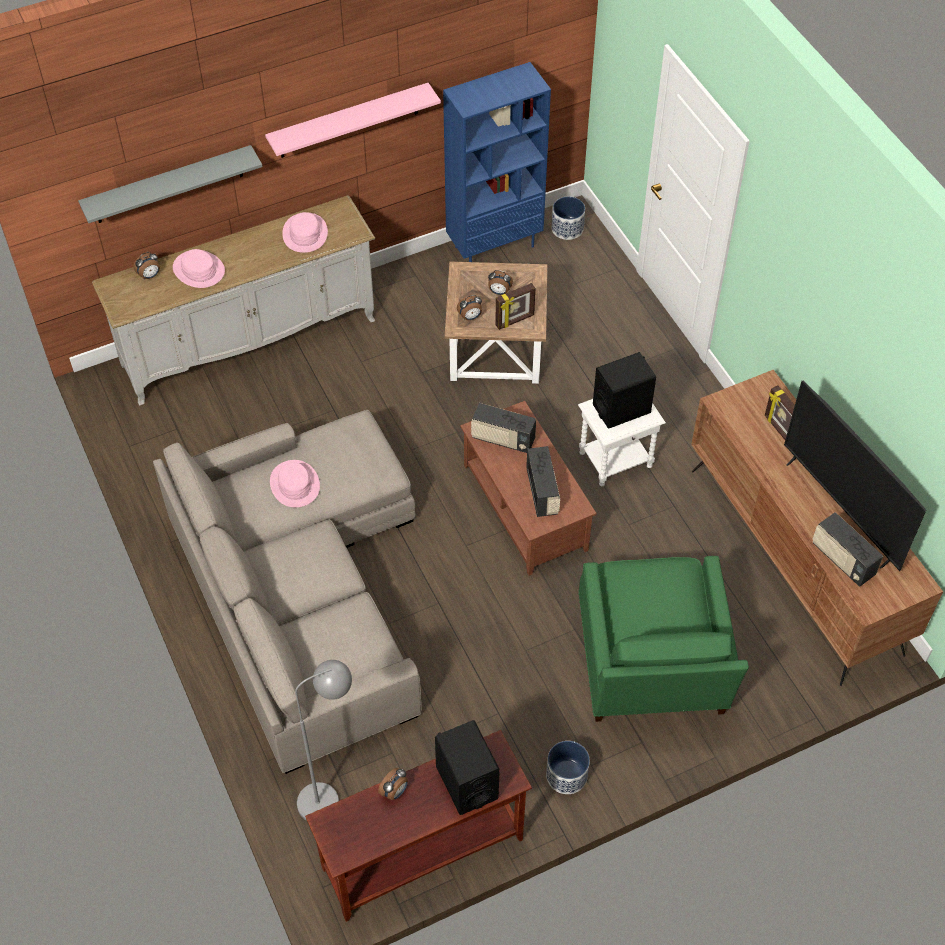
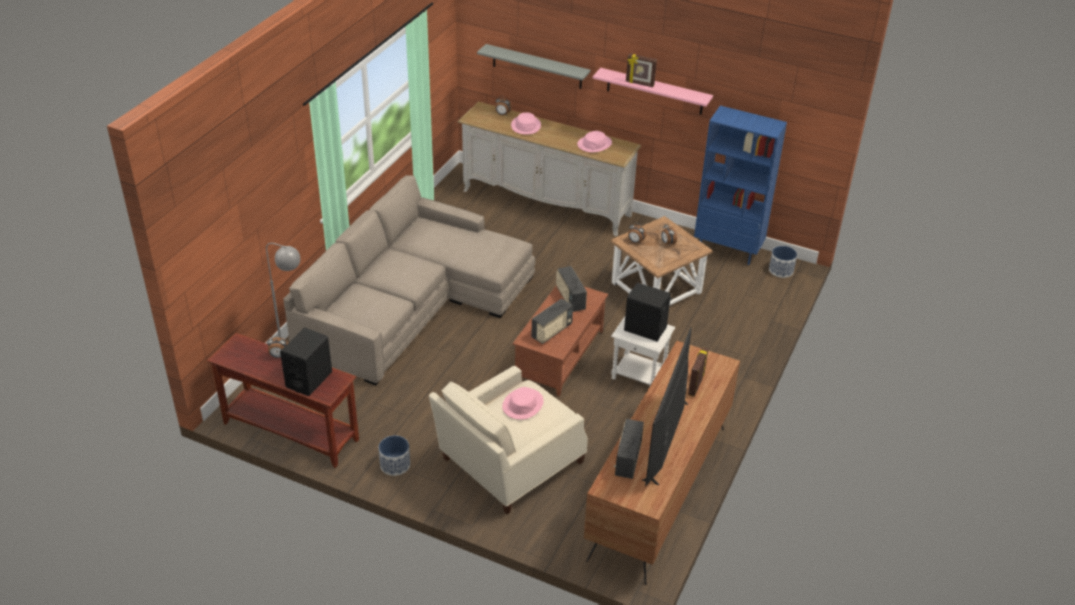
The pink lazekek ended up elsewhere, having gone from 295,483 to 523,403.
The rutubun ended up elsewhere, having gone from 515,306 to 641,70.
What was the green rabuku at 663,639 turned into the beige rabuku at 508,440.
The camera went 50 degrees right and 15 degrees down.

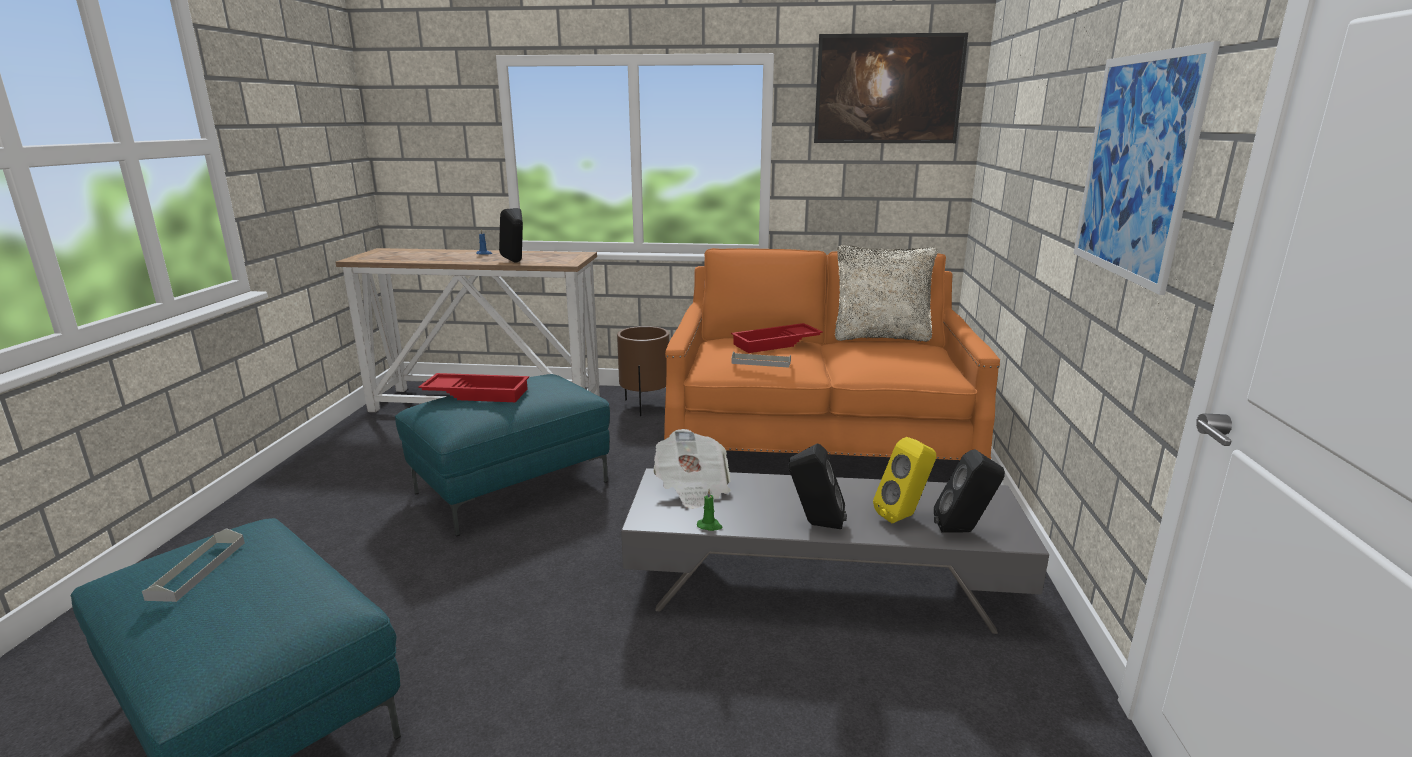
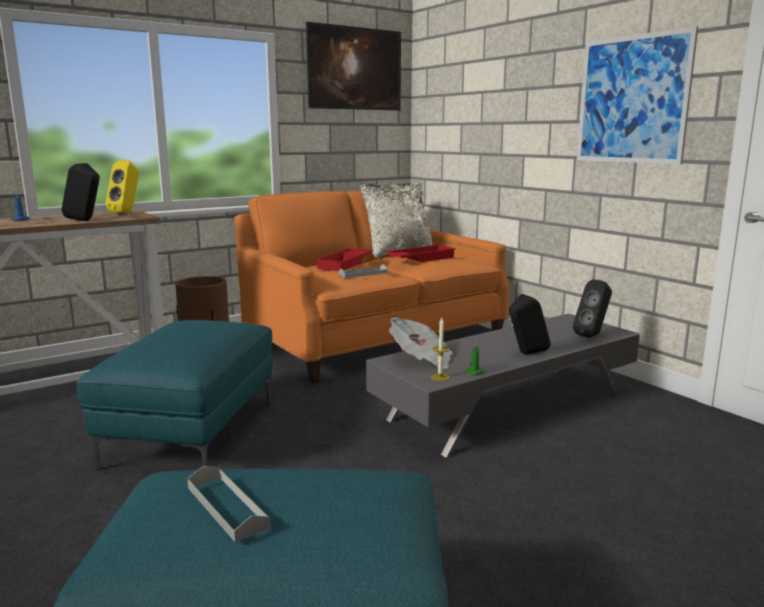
The second view gained the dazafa at 440,349.
The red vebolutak ended up elsewhere, having gone from 473,387 to 420,253.
The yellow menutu ended up elsewhere, having gone from 904,480 to 122,186.
The camera went 40 degrees left and 5 degrees down.

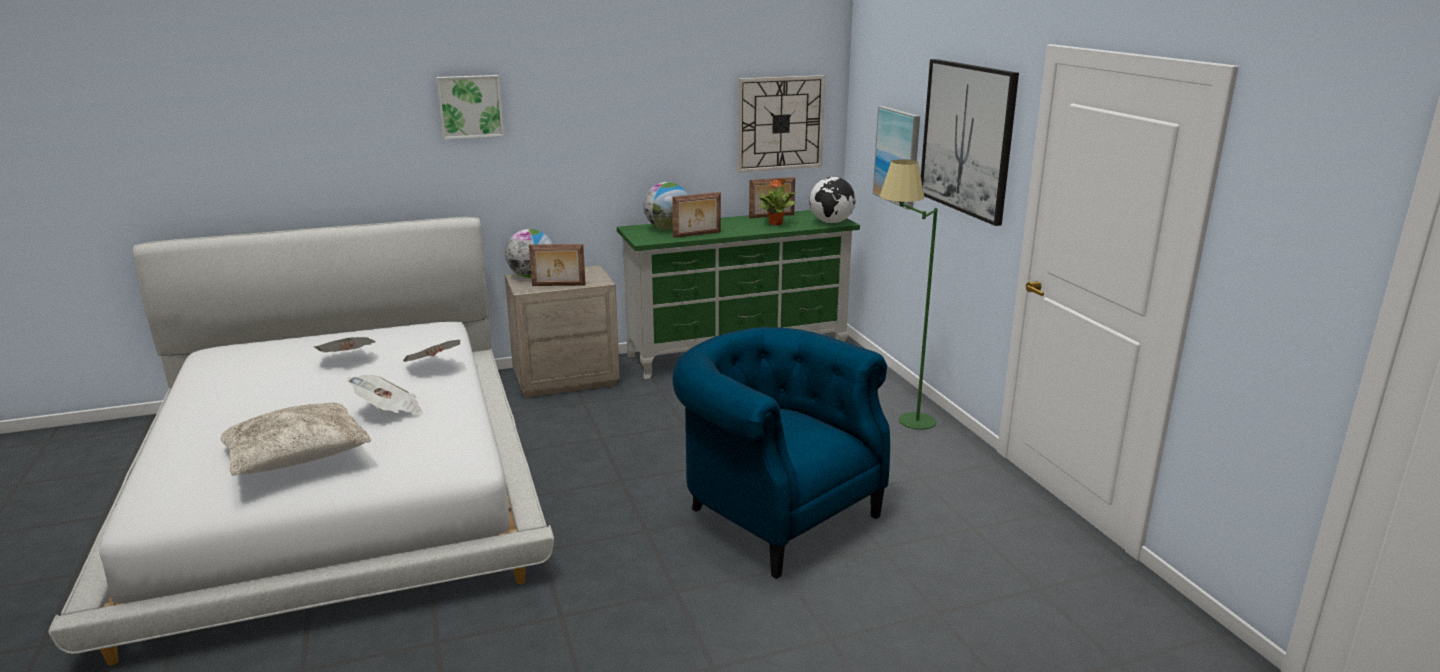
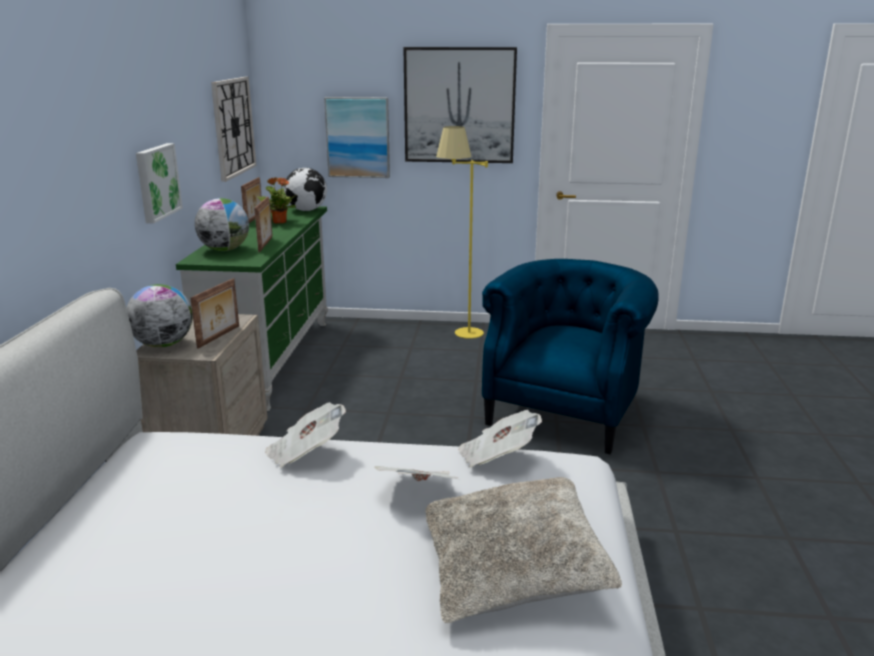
The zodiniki ended up elsewhere, having gone from 345,344 to 500,439.
The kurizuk ended up elsewhere, having gone from 470,107 to 159,183.
What was the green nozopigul at 909,294 turned into the yellow nozopigul at 462,232.
The blue rabuku at 781,453 ended up facing another way, 135 degrees clockwise from before.
The camera went 65 degrees left and 0 degrees up.

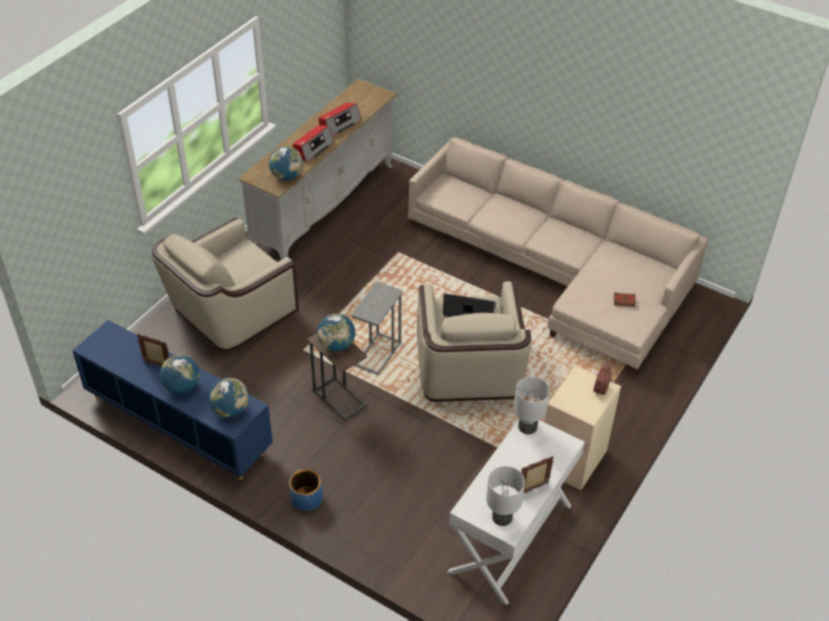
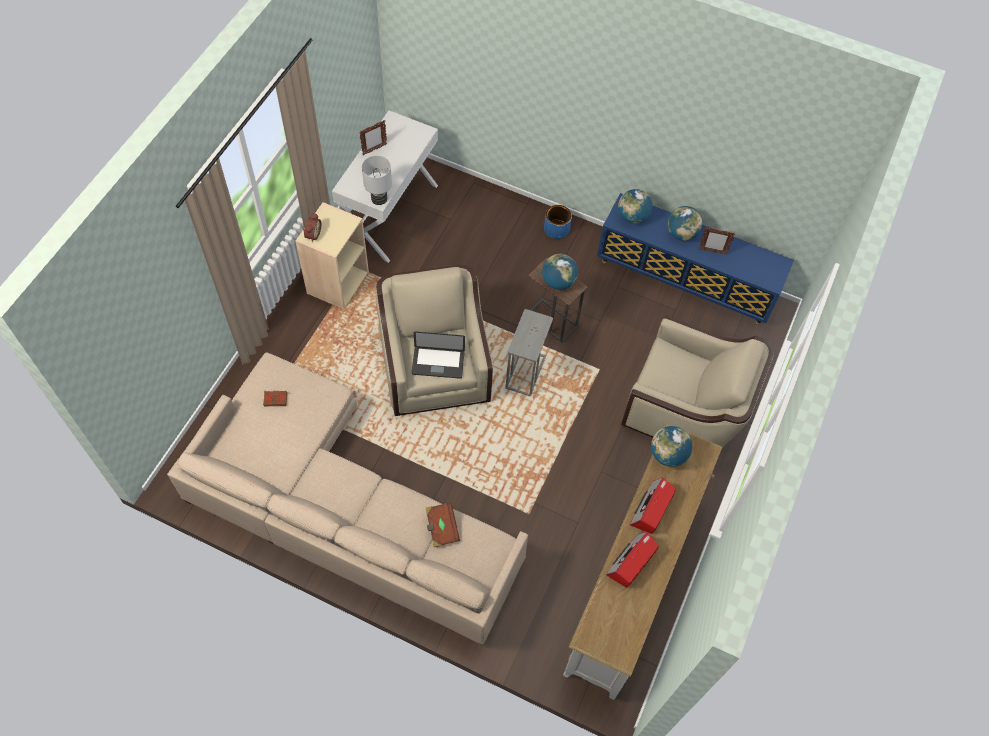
The second view lost the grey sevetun at 505,496.
The second view gained the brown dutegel at 443,524.
The beige rabuku at 225,284 ended up facing another way, 75 degrees clockwise from before.
The camera went 170 degrees right and 15 degrees up.

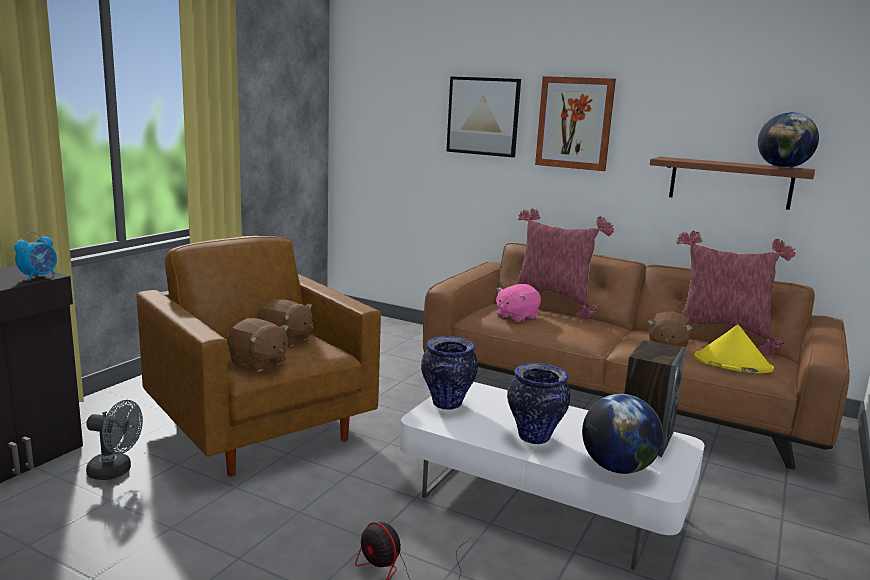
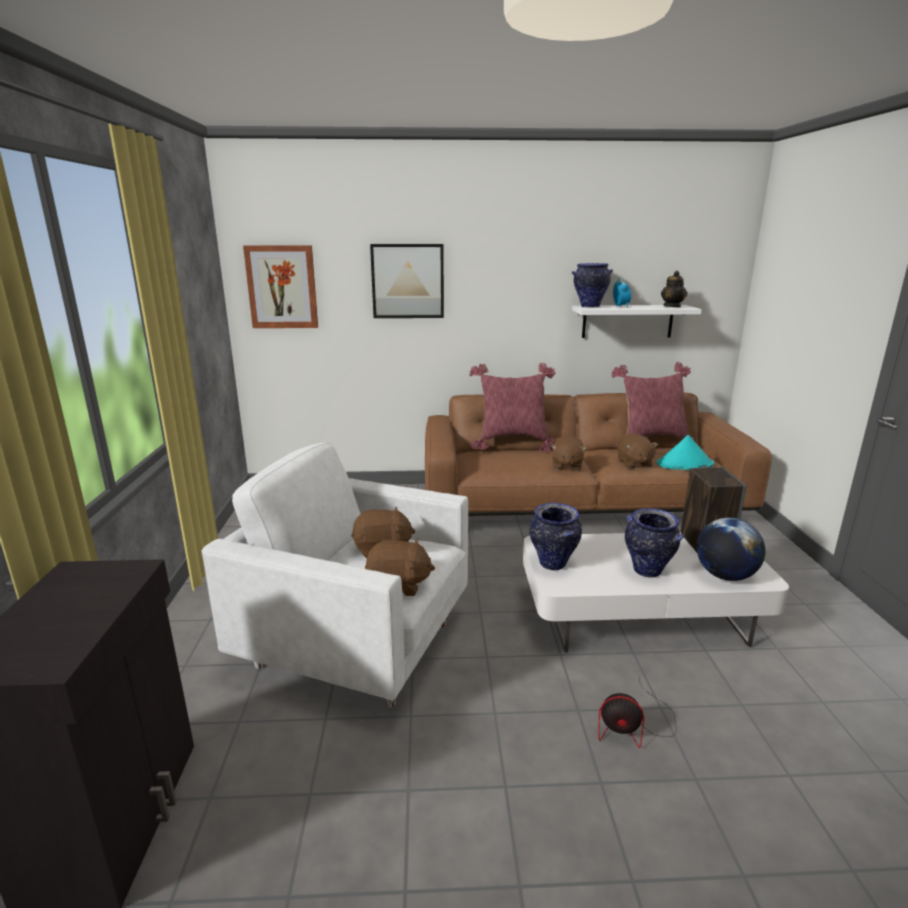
The second view lost the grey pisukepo at 114,440.
The second view lost the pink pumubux at 518,303.
The second view gained the brown pumubux at 569,453.
The second view gained the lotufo at 592,285.
The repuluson ended up elsewhere, having gone from 35,256 to 622,292.
The kurizuk ended up elsewhere, having gone from 575,123 to 280,286.
Where the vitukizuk stood at 788,140, the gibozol came to stand at 674,289.
What was the brown rabuku at 258,356 turned into the white rabuku at 335,575.
What was the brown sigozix at 732,183 turned into the white sigozix at 637,321.
What was the yellow lazekek at 734,349 turned into the turquoise lazekek at 685,452.
The camera went 30 degrees left and 5 degrees up.

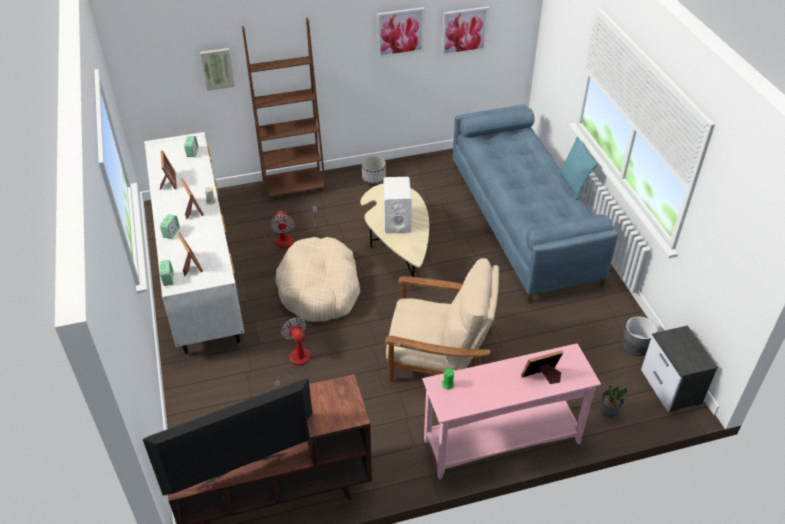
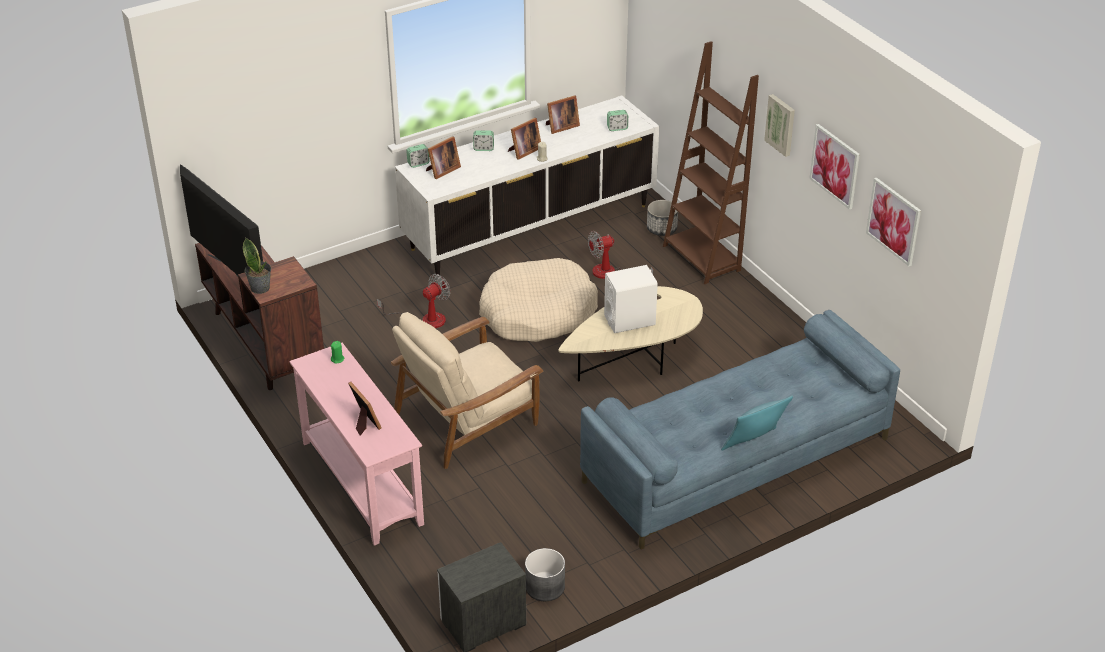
The kurizuk ended up elsewhere, having gone from 217,69 to 779,125.
The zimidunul ended up elsewhere, having gone from 373,170 to 662,218.
The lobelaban ended up elsewhere, having gone from 614,401 to 257,266.
The beige rabuku at 442,320 ended up facing another way, 60 degrees clockwise from before.
The camera went 75 degrees right and 5 degrees down.

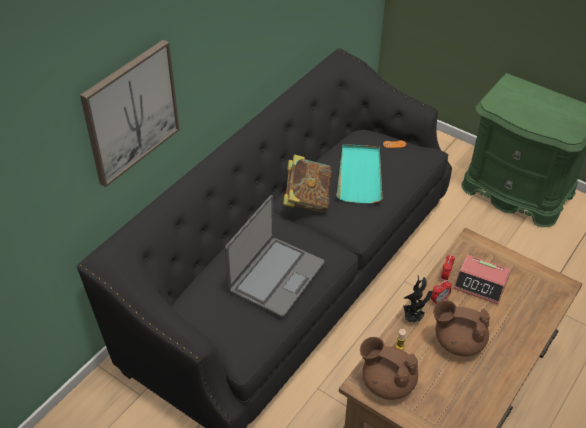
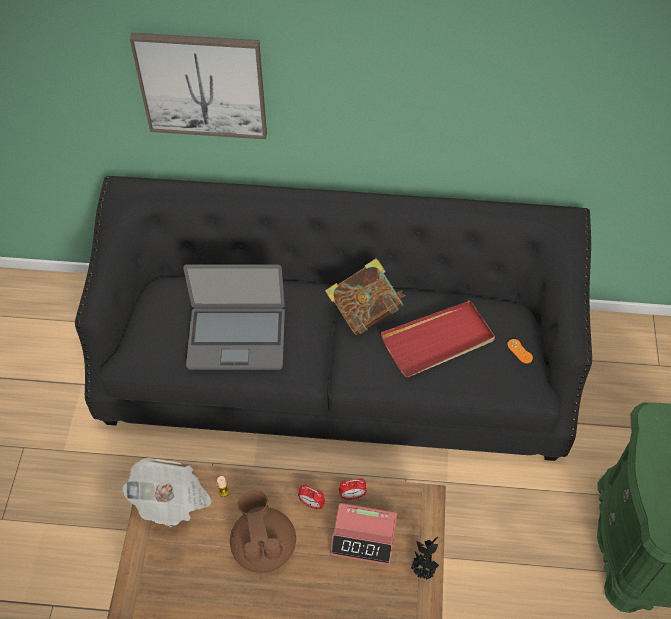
The lobelaban ended up elsewhere, having gone from 418,298 to 425,558.
Where the brown gibozol stood at 389,368, the zodiniki came to stand at 167,492.
What was the turquoise vebolutak at 359,174 turned into the red vebolutak at 438,339.
The repuluson at 482,279 ended up facing another way, 75 degrees counterclockwise from before.
The camera went 60 degrees right and 10 degrees up.

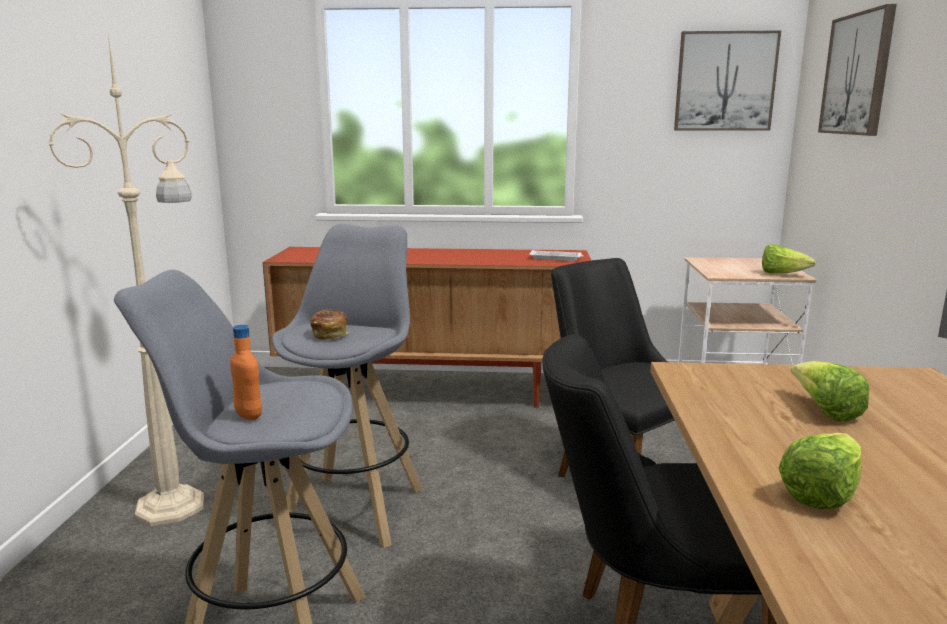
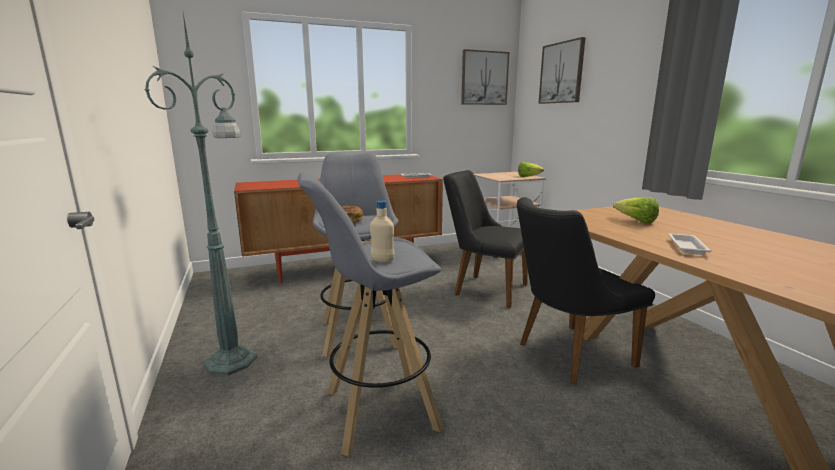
Where the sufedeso stood at 820,471, the white vebolutak came to stand at 689,244.
What was the beige nozopigul at 126,281 turned into the green nozopigul at 201,194.
What was the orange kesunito at 246,372 turned into the beige kesunito at 382,231.
The camera went 25 degrees left and 0 degrees up.

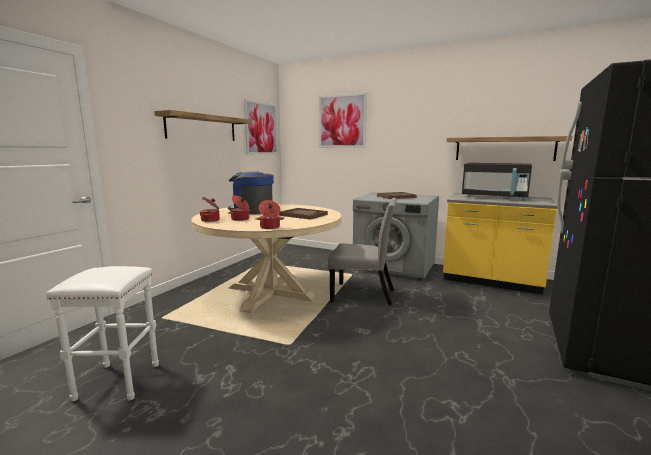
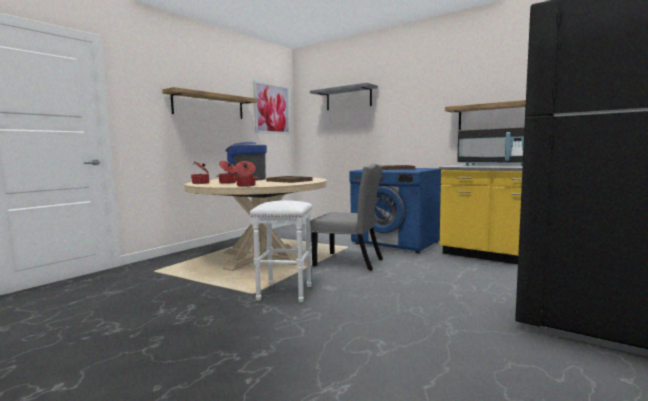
The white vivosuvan ended up elsewhere, having gone from 102,333 to 280,251.
Where the kurizuk hung at 343,120, the grey sigozix came to hang at 344,96.
What was the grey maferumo at 396,236 turned into the blue maferumo at 396,210.
The camera went 10 degrees right and 5 degrees down.

